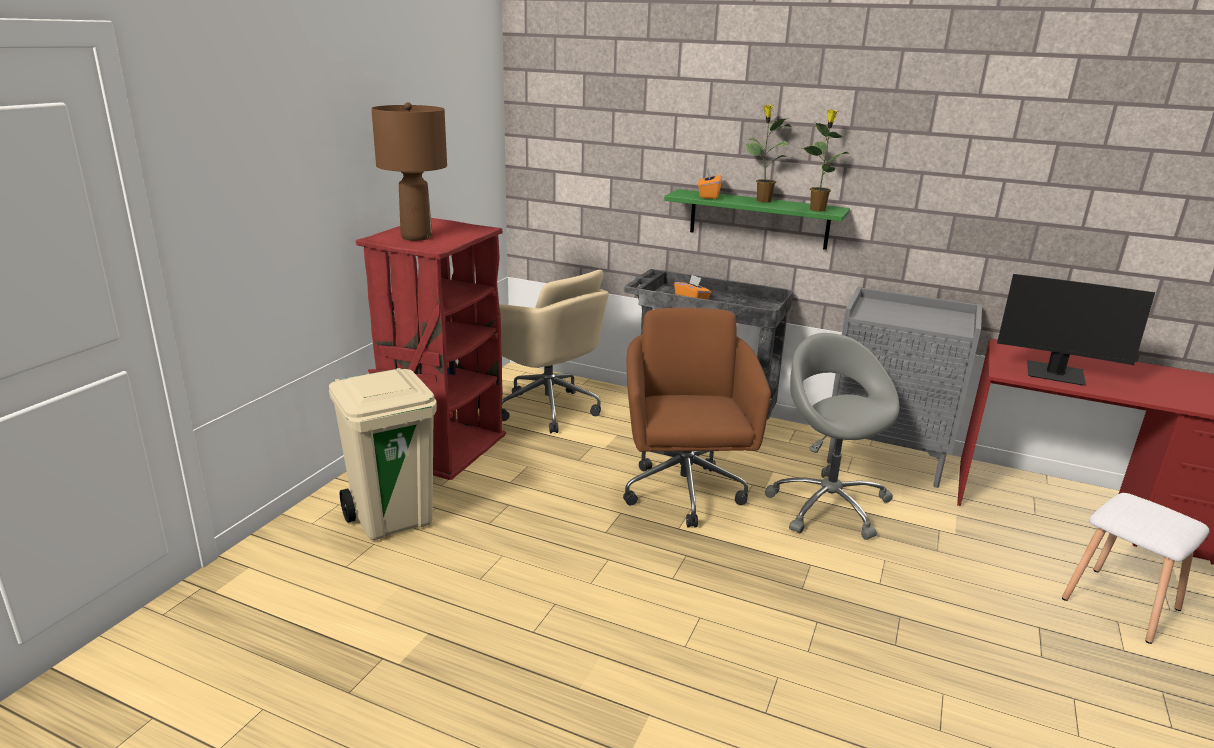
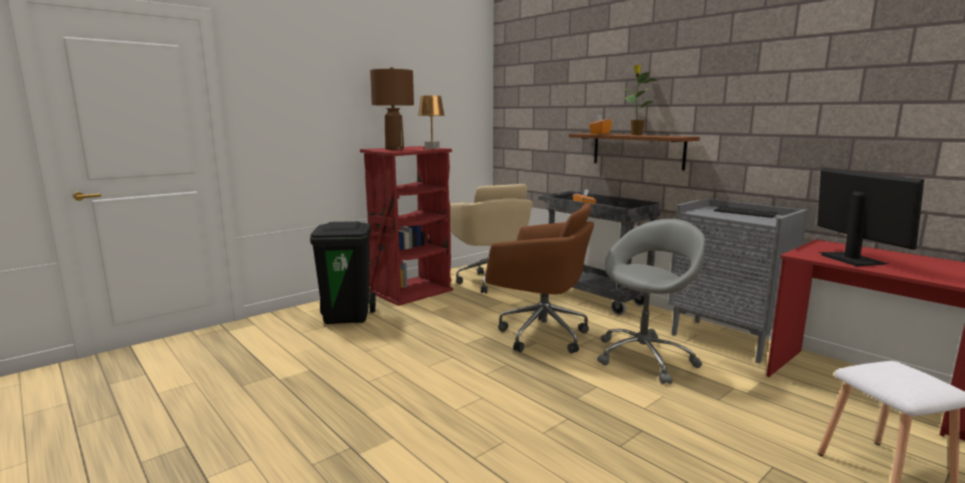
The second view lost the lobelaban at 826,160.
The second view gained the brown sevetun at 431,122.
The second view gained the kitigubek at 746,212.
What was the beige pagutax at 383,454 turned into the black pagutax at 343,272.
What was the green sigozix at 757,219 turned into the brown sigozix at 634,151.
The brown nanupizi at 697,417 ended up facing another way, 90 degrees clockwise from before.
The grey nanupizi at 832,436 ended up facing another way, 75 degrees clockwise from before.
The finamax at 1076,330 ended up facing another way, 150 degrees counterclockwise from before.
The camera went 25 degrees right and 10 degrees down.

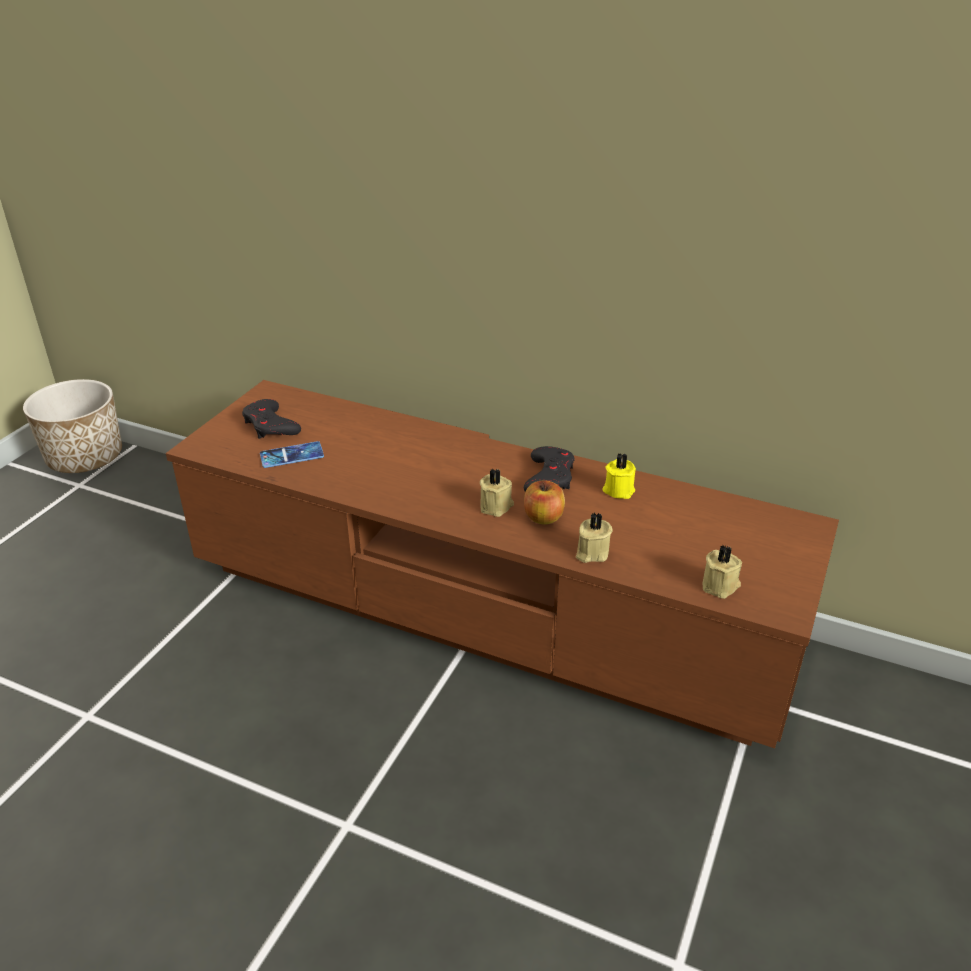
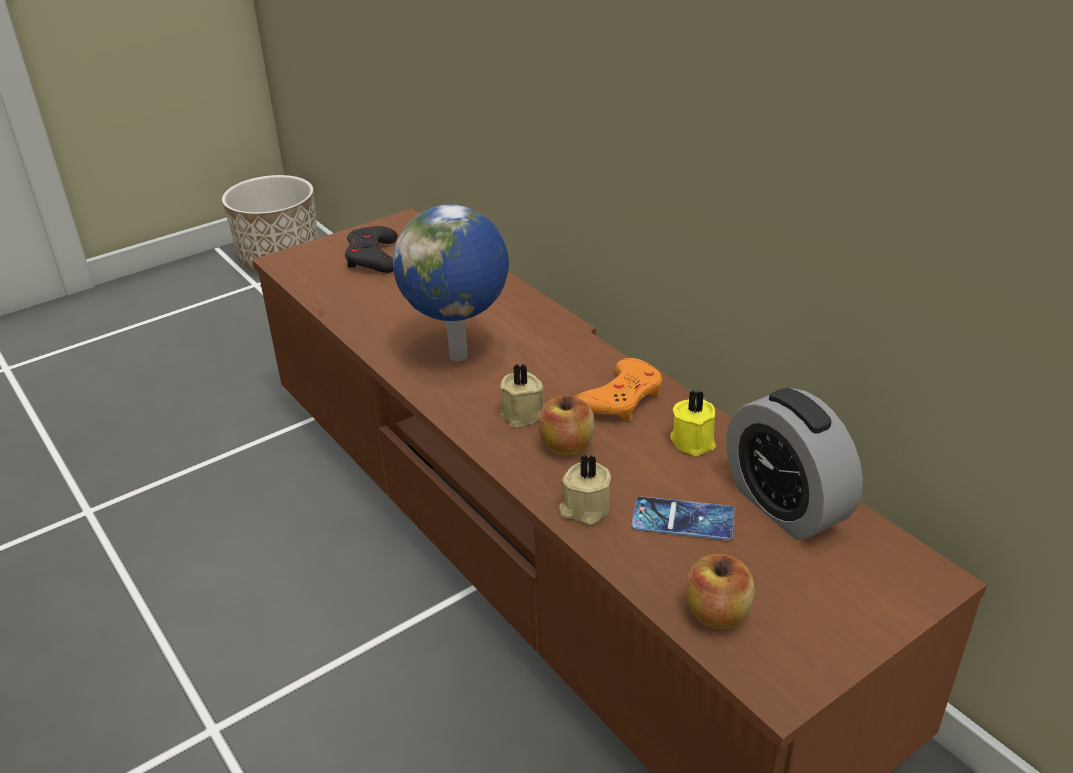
The second view gained the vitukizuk at 451,282.
The second view gained the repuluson at 794,464.
The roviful ended up elsewhere, having gone from 292,454 to 683,518.
Where the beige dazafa stood at 722,572, the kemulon came to stand at 720,591.
What was the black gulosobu at 549,469 turned into the orange gulosobu at 618,389.
The camera went 30 degrees right and 0 degrees up.

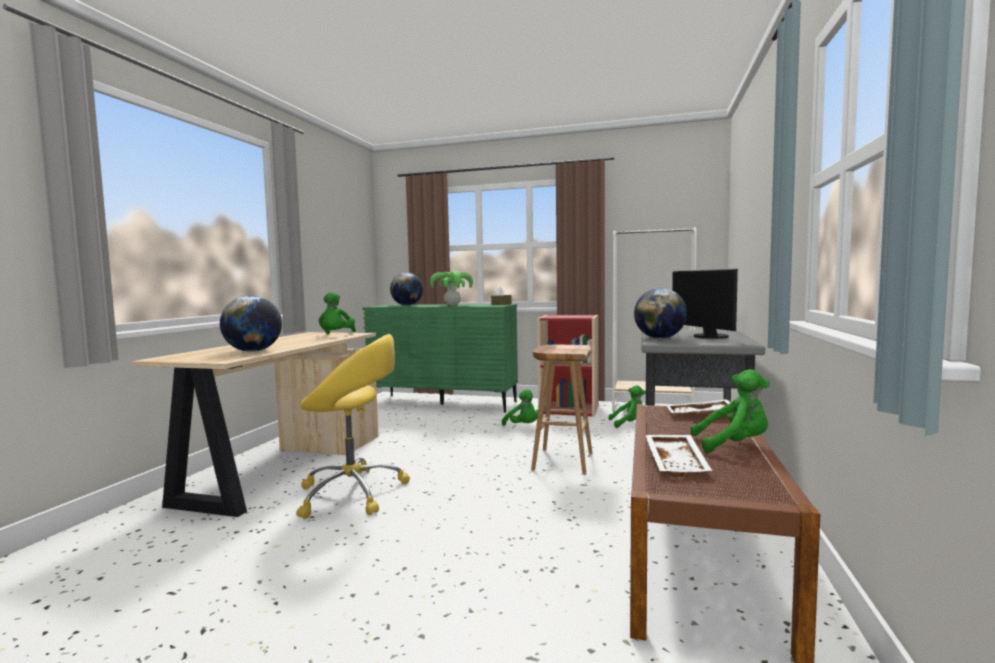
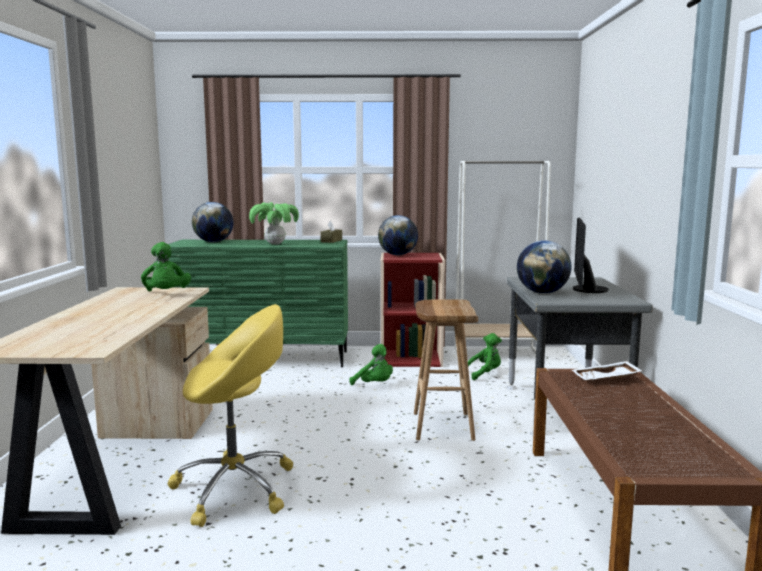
The second view lost the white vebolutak at 679,455.
The second view lost the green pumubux at 730,411.
The vitukizuk ended up elsewhere, having gone from 251,323 to 398,235.
The finamax at 705,304 ended up facing another way, 45 degrees clockwise from before.
The camera went 15 degrees left and 5 degrees up.

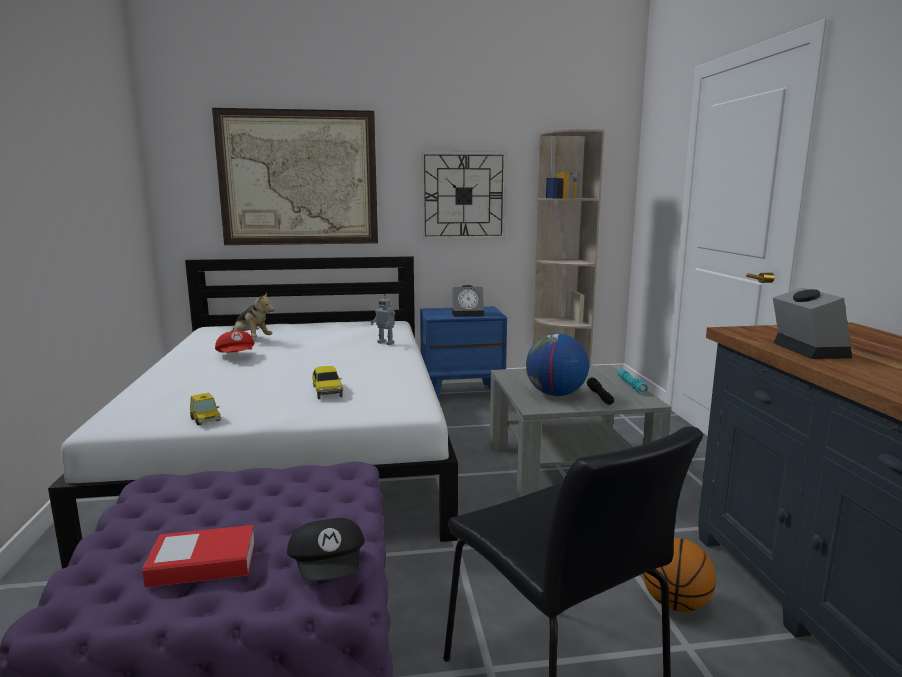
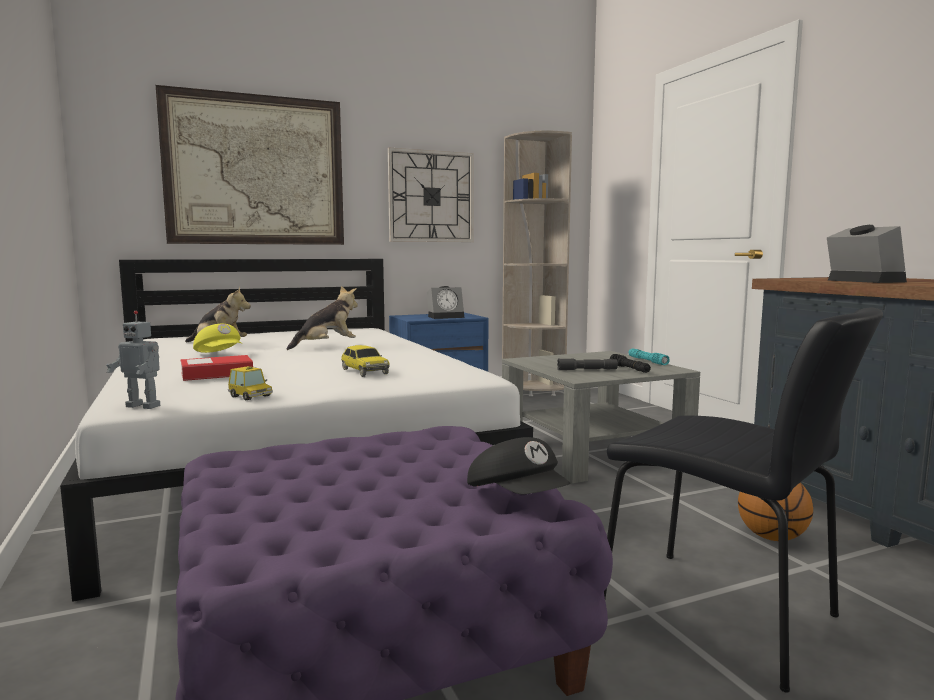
The second view gained the pumubux at 322,318.
The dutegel ended up elsewhere, having gone from 199,556 to 216,368.
The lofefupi ended up elsewhere, having gone from 382,319 to 133,360.
Where the vitukizuk stood at 557,365, the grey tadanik came to stand at 587,364.
What was the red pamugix at 234,342 turned into the yellow pamugix at 217,338.
The camera went 15 degrees left and 5 degrees down.

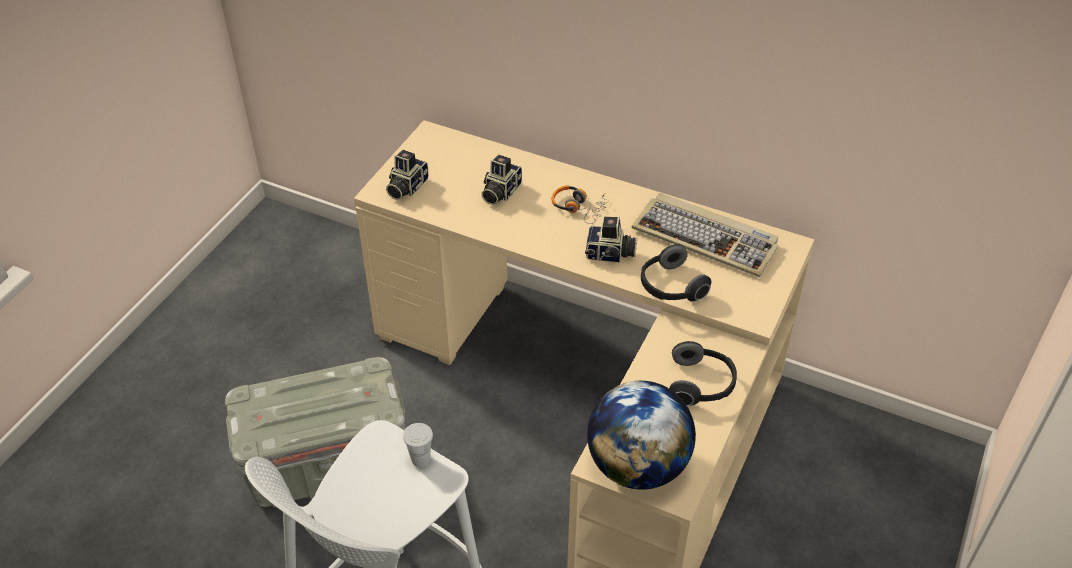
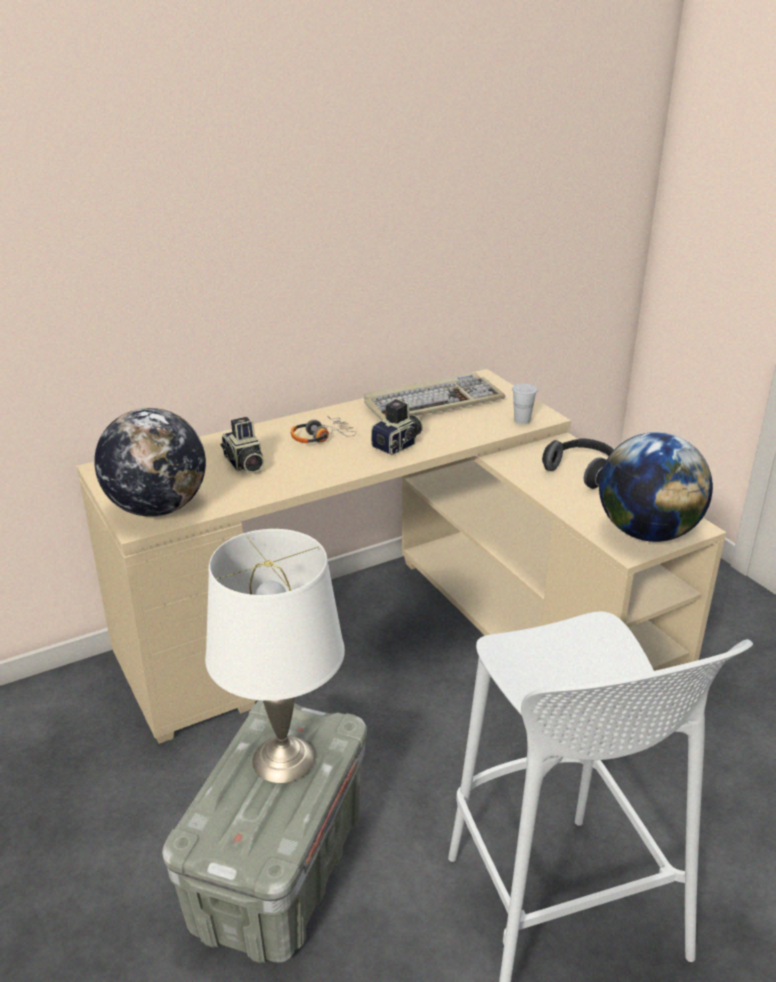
The second view lost the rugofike at 676,272.
The second view gained the white sevetun at 275,656.
The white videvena ended up elsewhere, having gone from 418,445 to 524,404.
Where the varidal stood at 407,175, the vitukizuk came to stand at 150,462.
The camera went 55 degrees left and 15 degrees down.

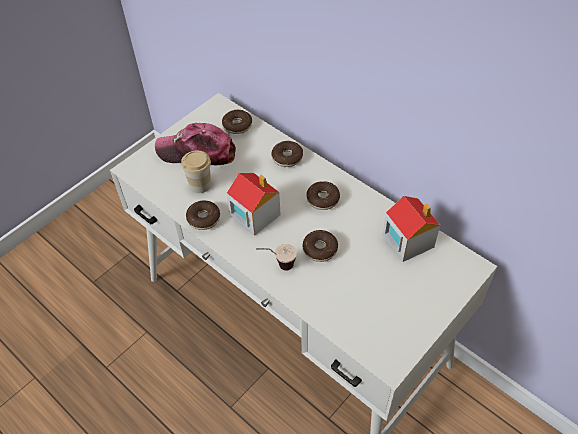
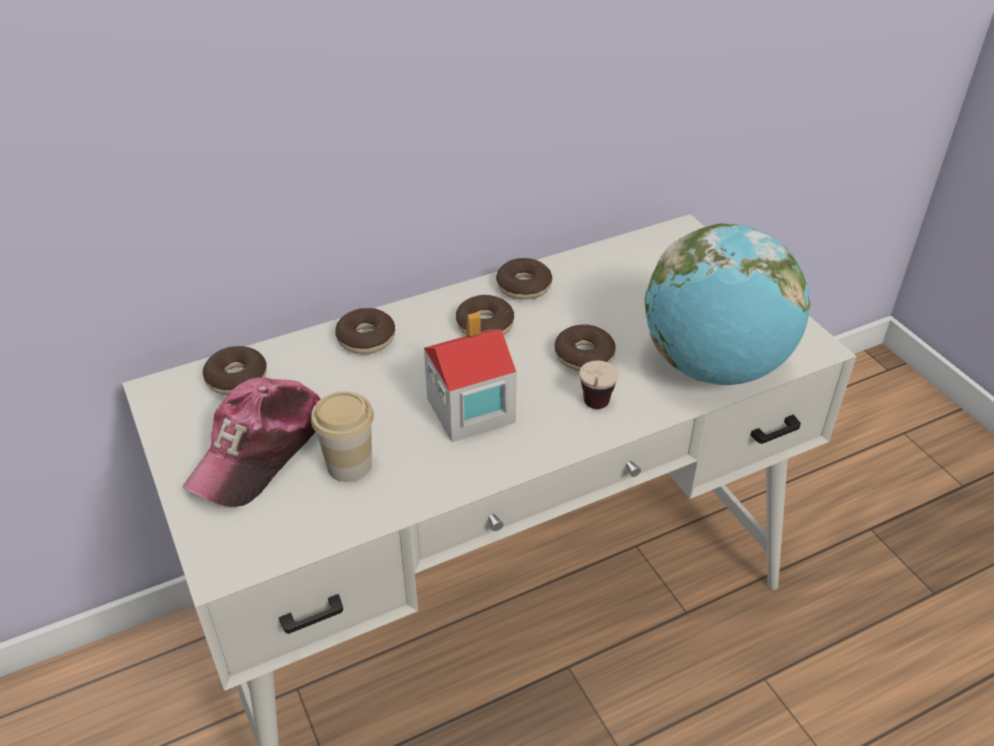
The second view lost the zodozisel at 411,229.
The second view gained the vitukizuk at 727,304.
The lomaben ended up elsewhere, having gone from 203,215 to 524,279.
The camera went 70 degrees left and 10 degrees down.

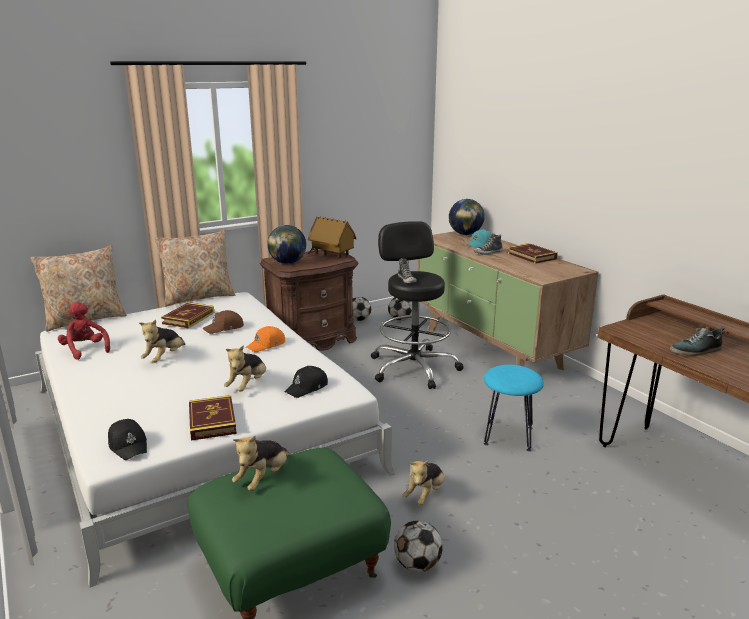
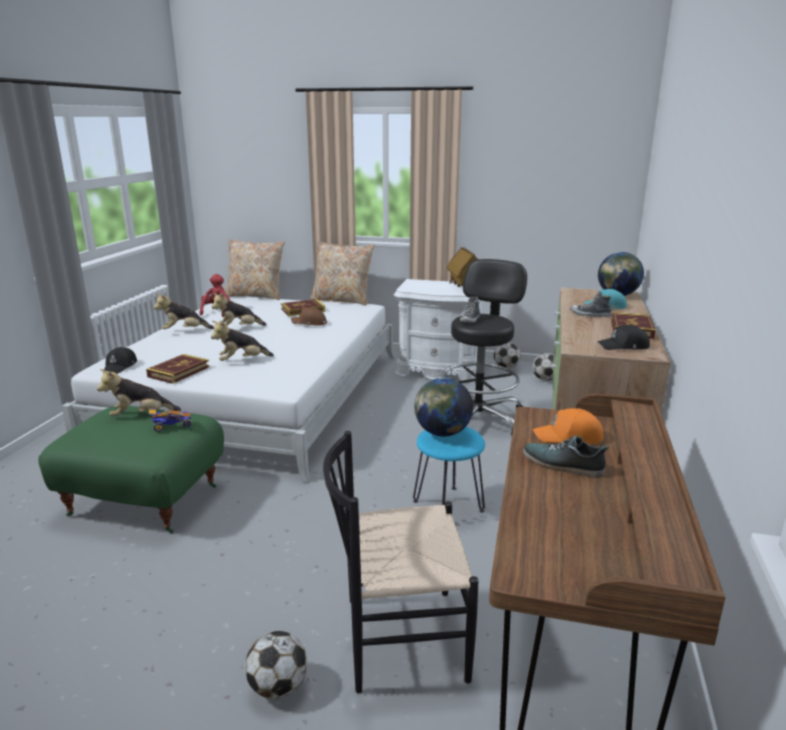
The second view gained the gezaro at 170,420.
The second view gained the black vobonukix at 401,562.
The orange pamugix ended up elsewhere, having gone from 265,339 to 568,426.
The vitukizuk ended up elsewhere, having gone from 286,244 to 443,407.
The black pamugix ended up elsewhere, having gone from 306,382 to 624,337.
The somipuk ended up elsewhere, having gone from 418,546 to 276,665.
The pumubux ended up elsewhere, having gone from 424,483 to 184,311.
What was the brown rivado at 309,300 turned into the white rivado at 438,331.
The camera went 45 degrees right and 0 degrees up.

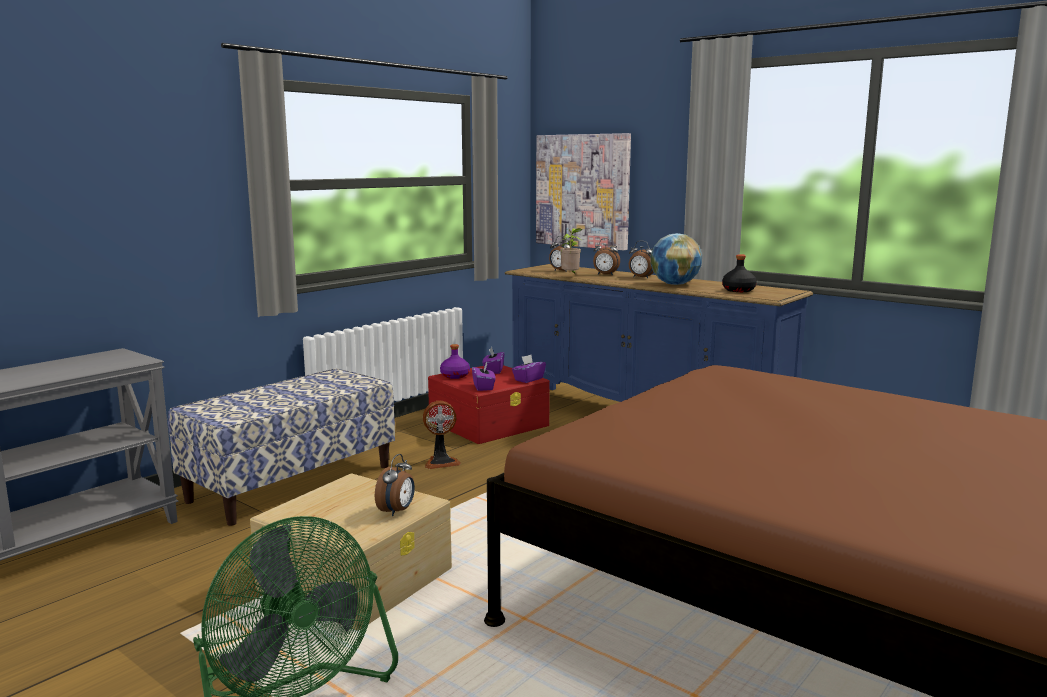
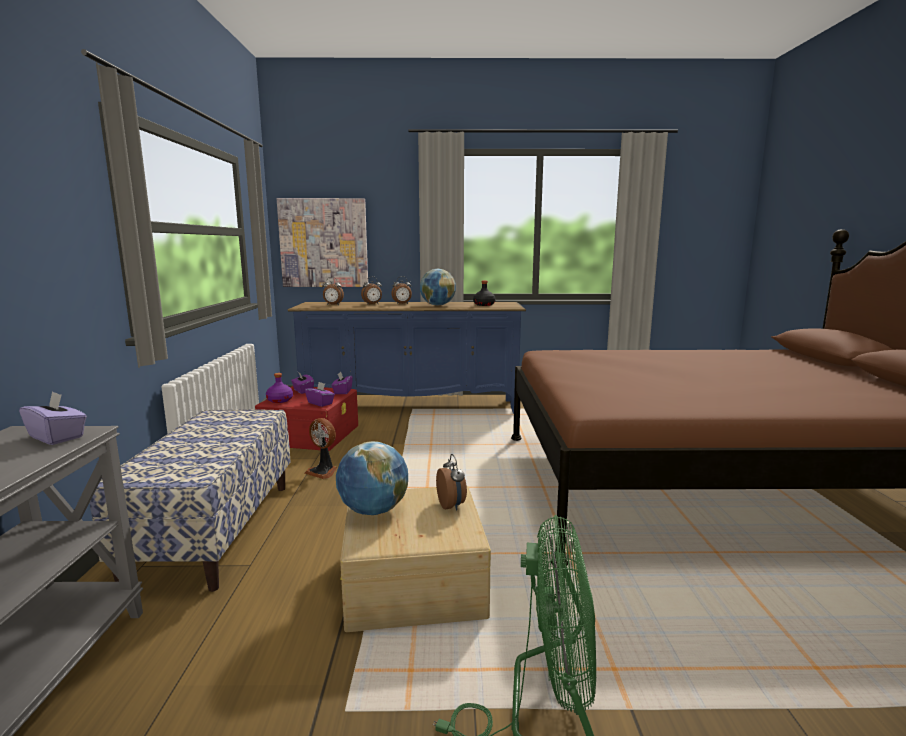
The second view lost the lobelaban at 571,251.
The second view gained the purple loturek at 53,418.
The second view gained the vitukizuk at 372,478.
The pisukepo at 442,435 ended up facing another way, 90 degrees clockwise from before.
The camera went 40 degrees left and 0 degrees up.

